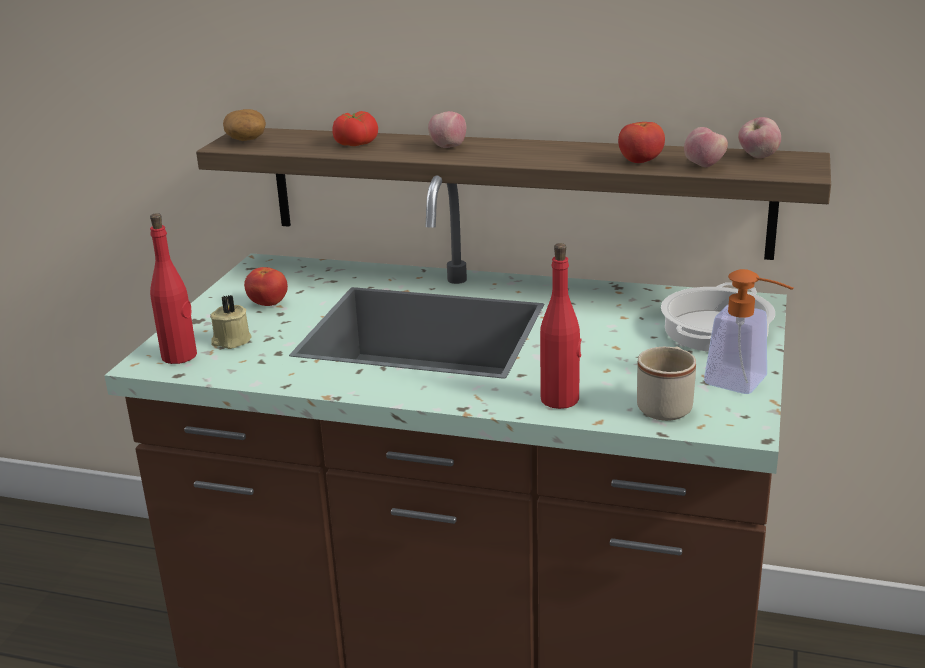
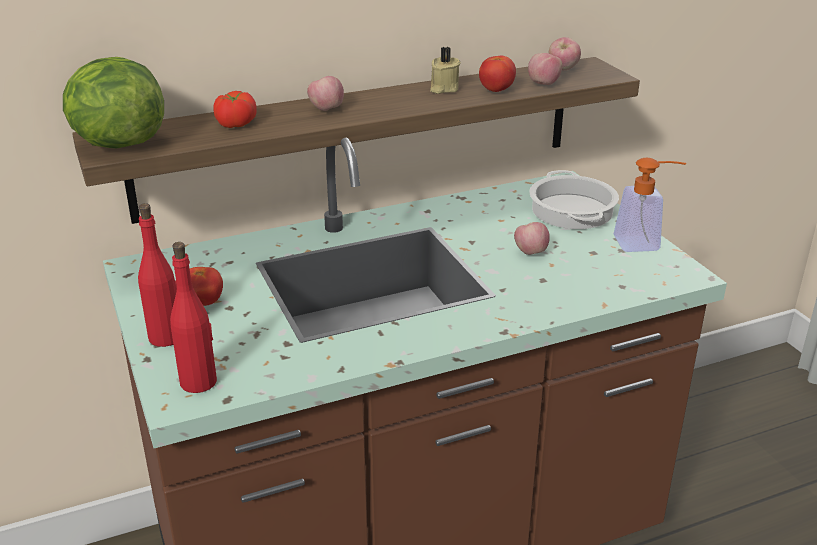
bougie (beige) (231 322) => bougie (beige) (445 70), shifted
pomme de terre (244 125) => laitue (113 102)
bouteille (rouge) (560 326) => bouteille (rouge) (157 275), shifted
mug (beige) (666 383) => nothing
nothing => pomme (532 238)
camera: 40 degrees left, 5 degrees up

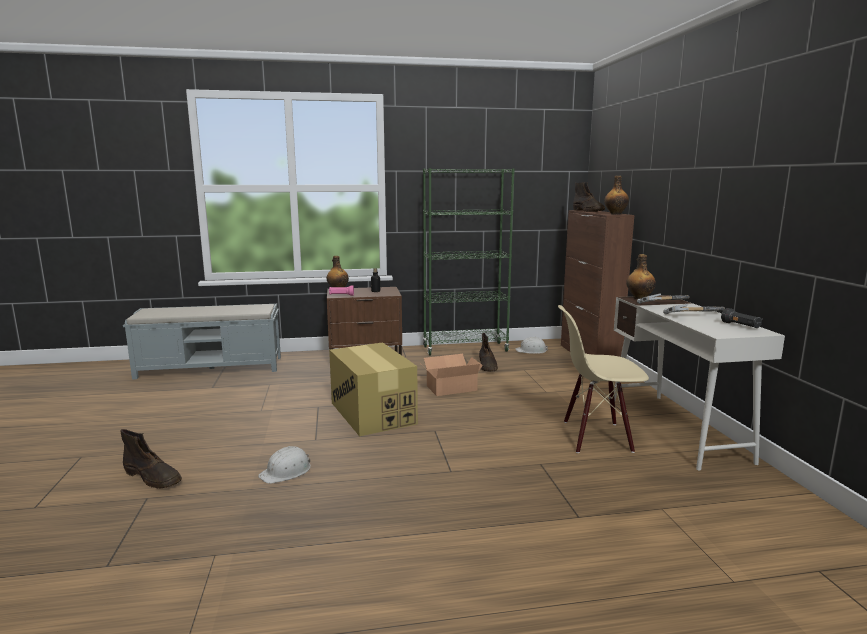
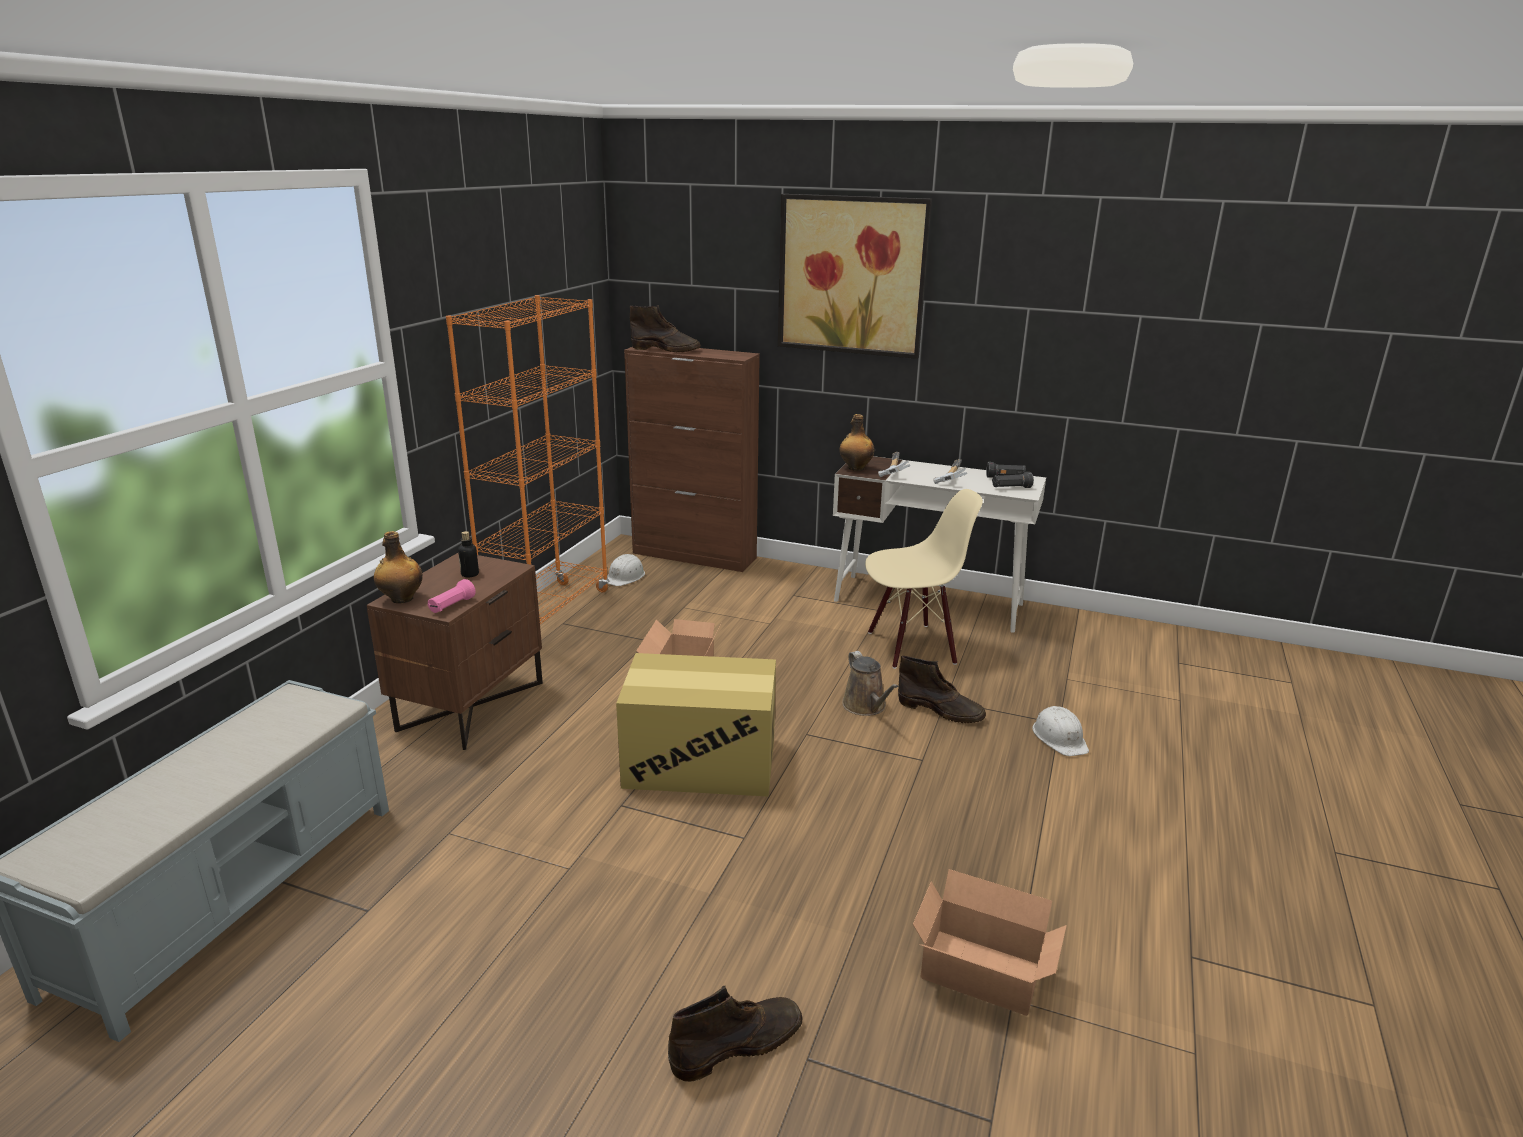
casque de chantier (blanc) (284 465) => casque de chantier (blanc) (1060 731), shifted
bibliothèque (vert) (469 262) => bibliothèque (orange) (527 459)
botte (marron) (488 352) => botte (marron) (942 689), shifted
chaise (beige) (603 379) => chaise (beige) (924 579), 135 degrees counterclockwise
bouteille (616 195) => nothing
nothing => tableau (855 276)
nothing => arrosoir (marron) (870 683)
nothing => carton (990 942)
nothing => lampe de poche (noir) (1013 480)
camera: 60 degrees left, 10 degrees up

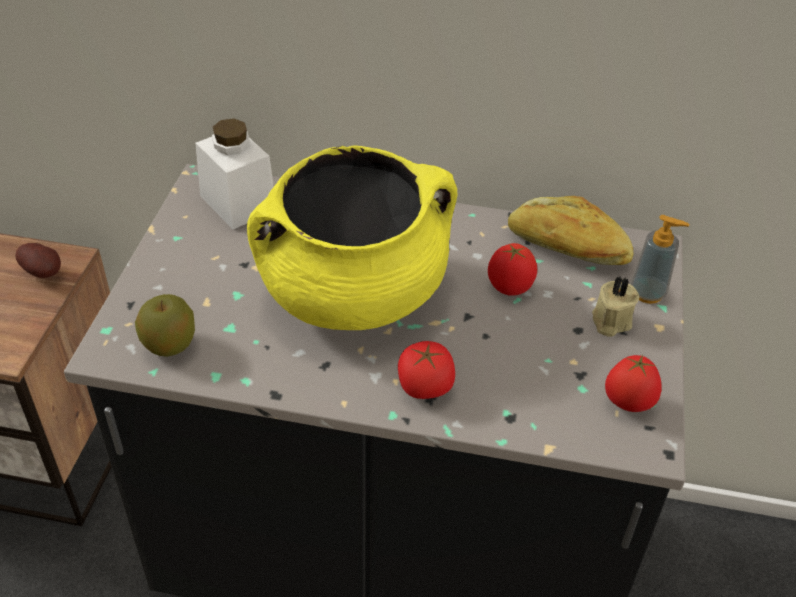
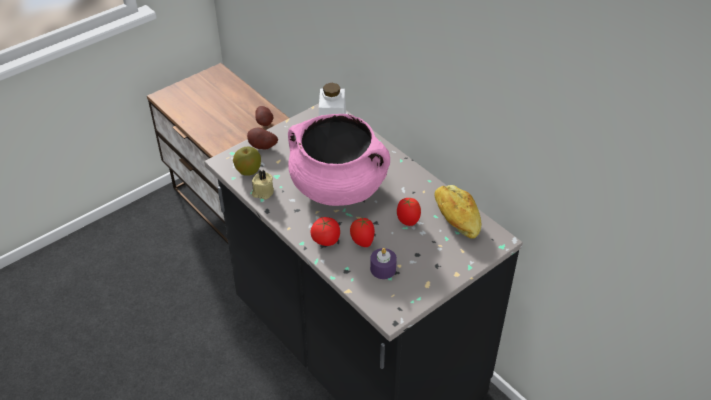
marmite (jaune) (352 237) => marmite (rose) (339 160)
bougie (beige) (615 306) => bougie (beige) (263 185), shifted
tomate (633 383) => tomate (362 232), shifted
distributeur de savon (660 259) => nothing
nothing => pomme de terre (262 138)
nothing => bougie (violet) (383 263)
camera: 40 degrees right, 0 degrees up

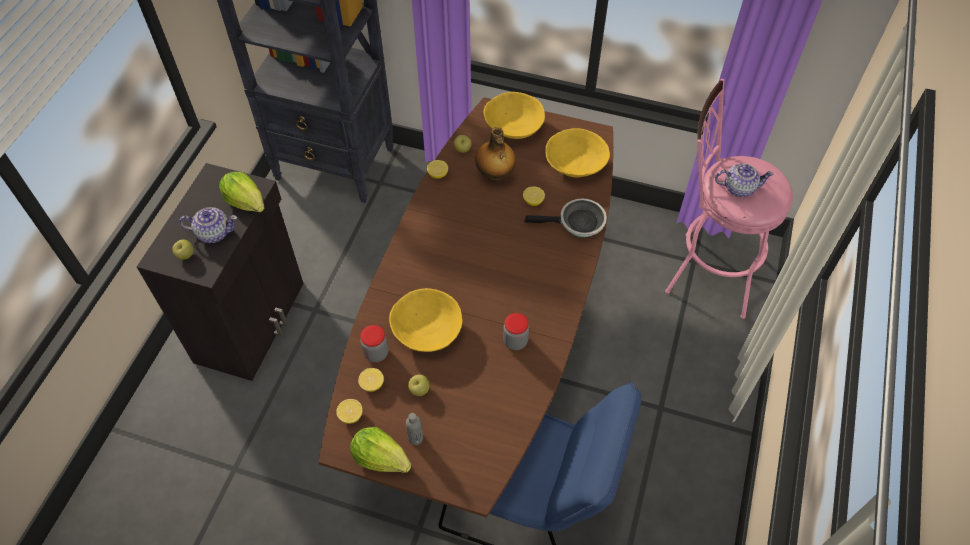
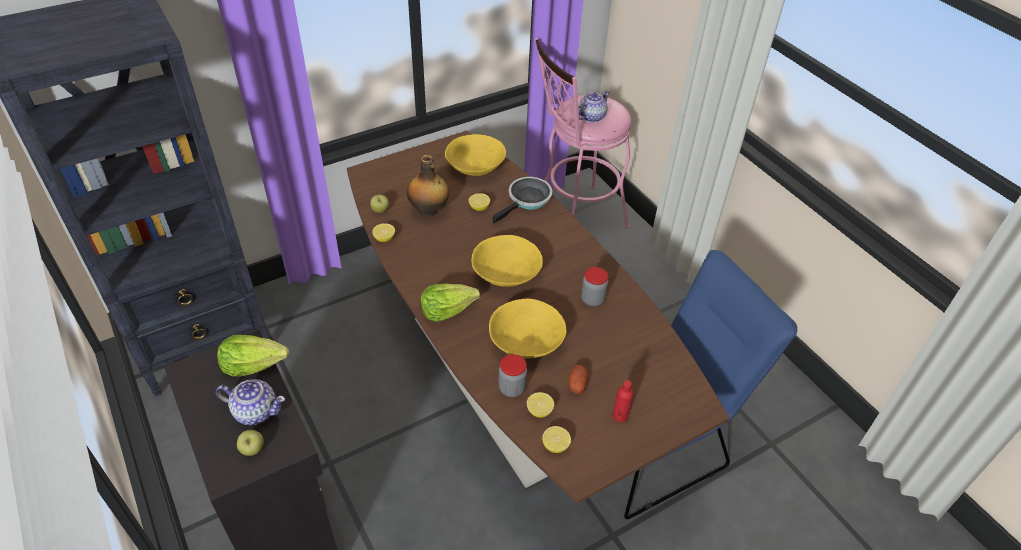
théière (208 225) => théière (250 402), 60 degrees clockwise
laitue (380 450) => laitue (450 303), shifted
bouteille (gris) (414 429) => bouteille (rouge) (623 401)
pomme (419 385) => pomme de terre (578 379)
bol (jaune) (514 115) => bol (jaune) (507 261), shifted
camera: 50 degrees left, 10 degrees down

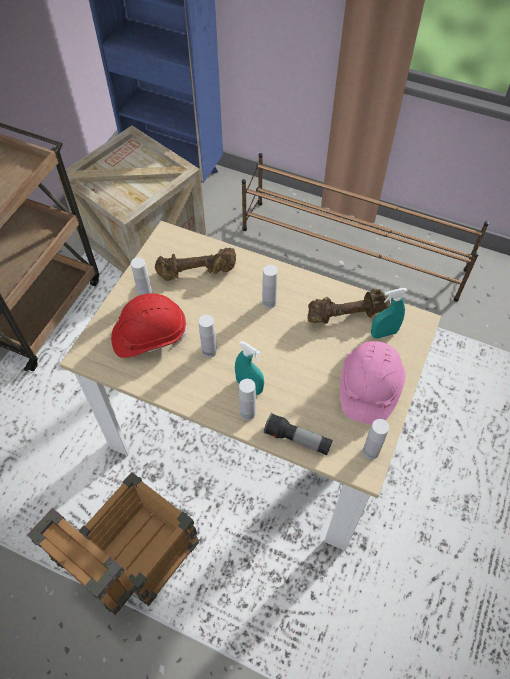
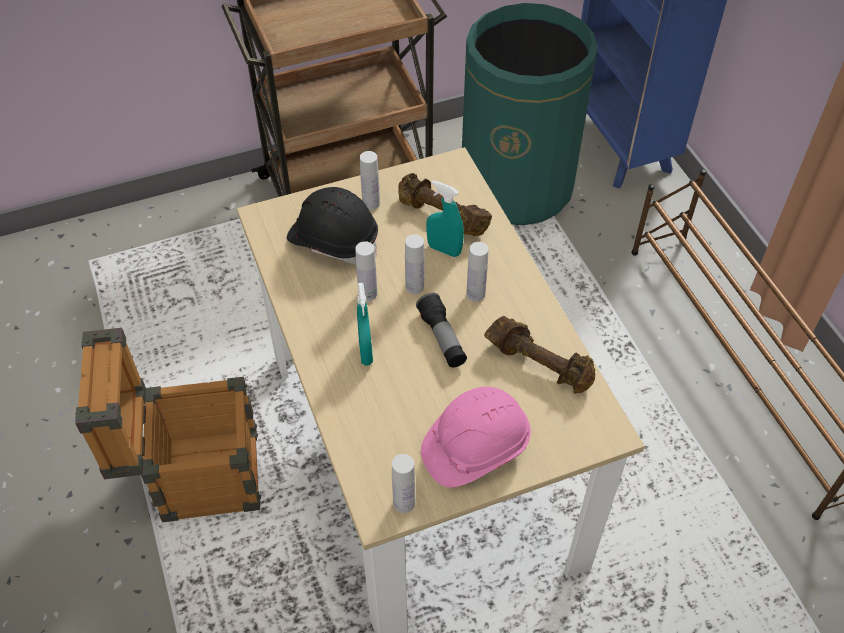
caisse (131 199) => poubelle (vert) (530 114)
casque de chantier (rouge) (149 325) => casque de chantier (noir) (332 225)
bouteille (blanc) (247 399) => bouteille (blanc) (414 264), shifted
lampe de poche (298 434) => lampe de poche (441 330), shifted
vaporisateur (turquoise) (389 313) => vaporisateur (turquoise) (445 218), shifted
camera: 45 degrees right, 5 degrees down

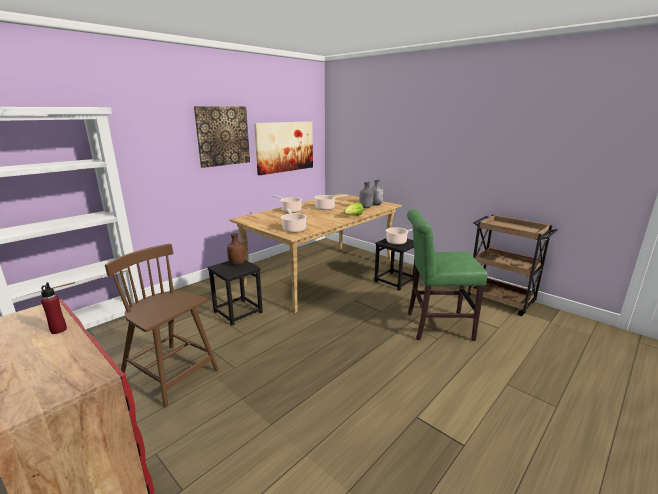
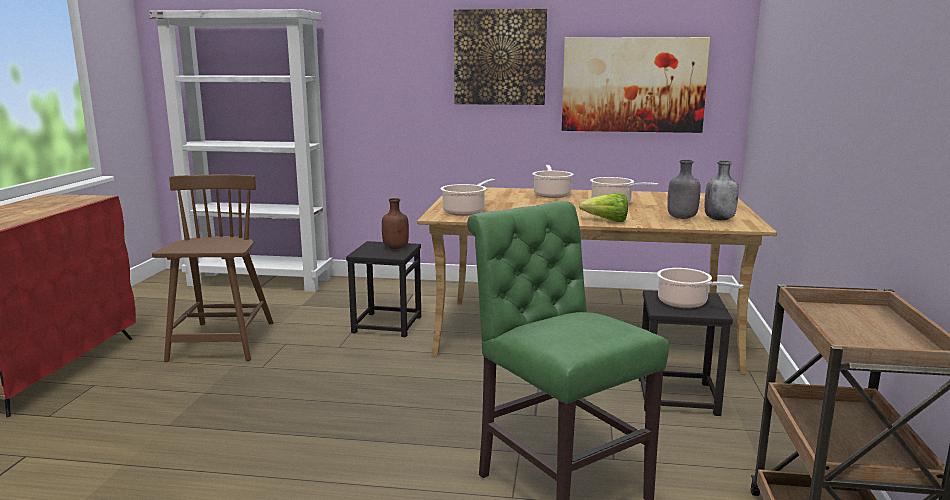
bouteille (rouge) (54 308) => nothing
camera: 55 degrees right, 5 degrees down

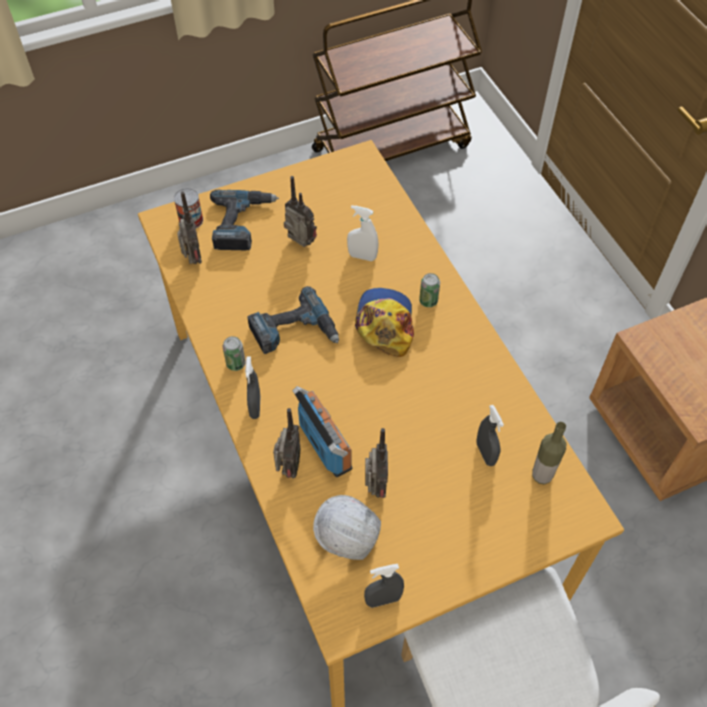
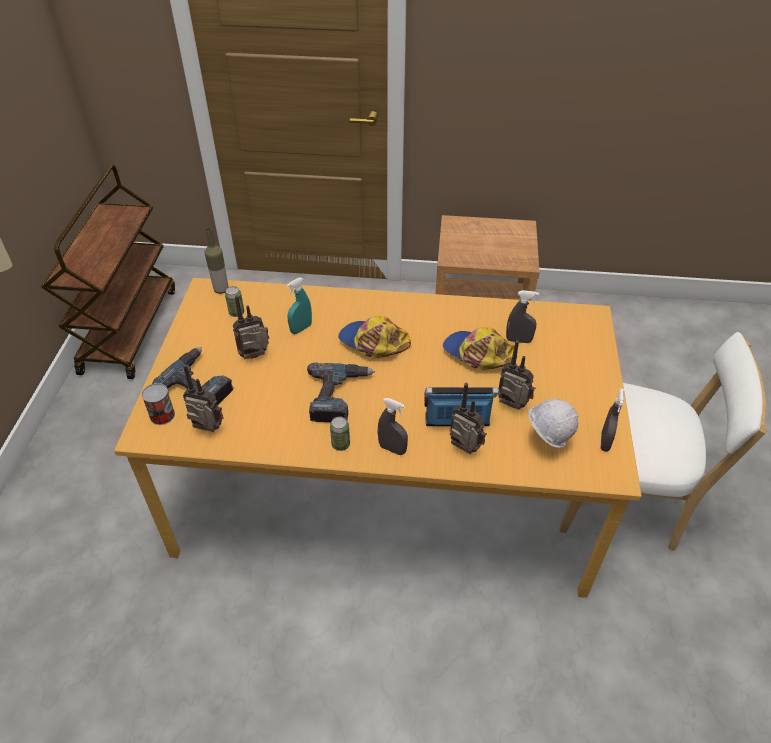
vaporisateur (blanc) (363 233) => vaporisateur (turquoise) (299 306)
boîte métallique (429 290) => boîte métallique (234 301), shifted
bouteille (549 453) => bouteille (216 261), shifted
nothing => casquette (480 348)
camera: 60 degrees left, 10 degrees down

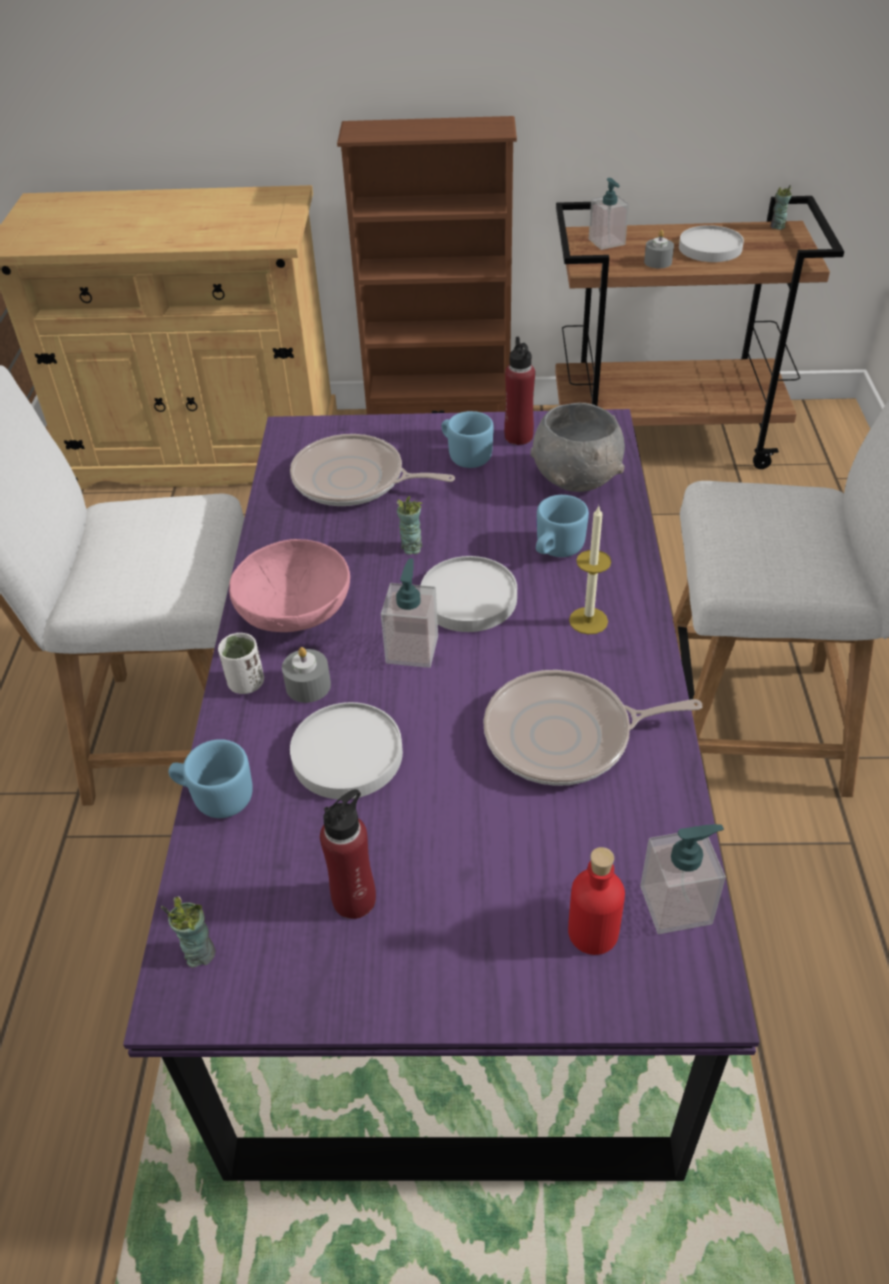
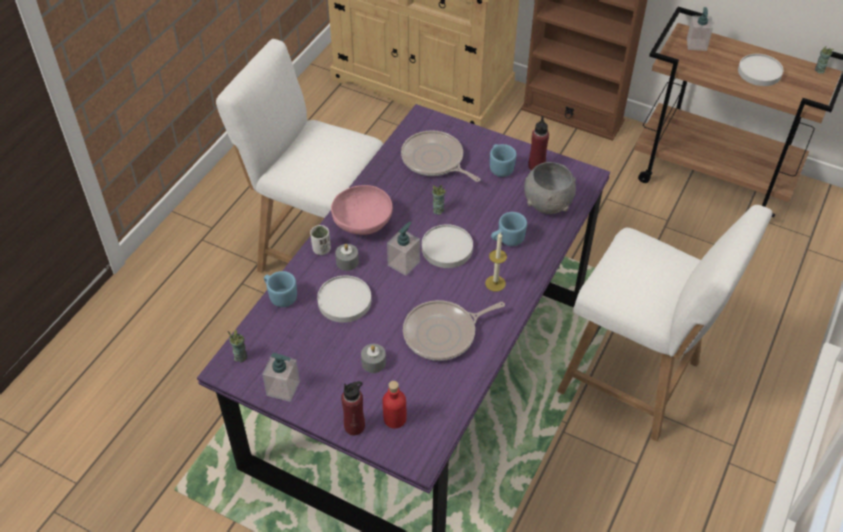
bouteille (rouge) (348 854) => bouteille (rouge) (353 408), shifted
poêle (592 728) => poêle (454 330), 45 degrees counterclockwise
distributeur de savon (683 879) => distributeur de savon (281 377), shifted
bougie (gris) (659 249) => bougie (gris) (373 358), shifted
camera: 25 degrees right, 5 degrees up

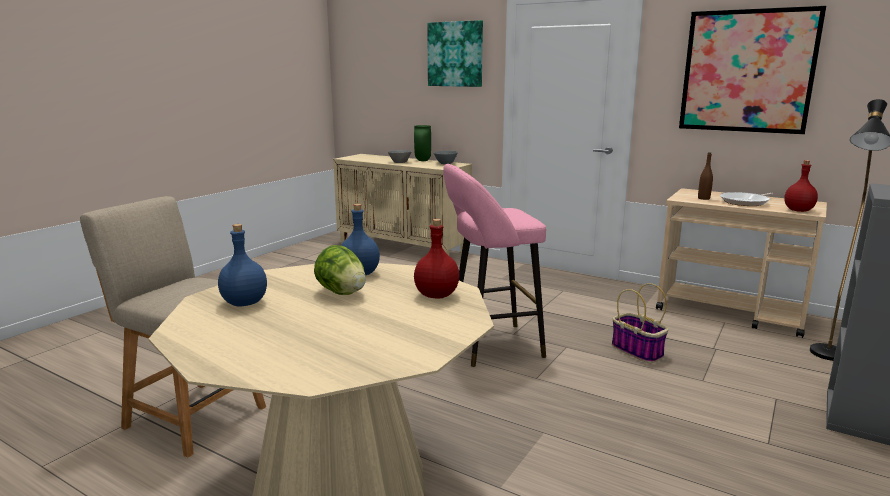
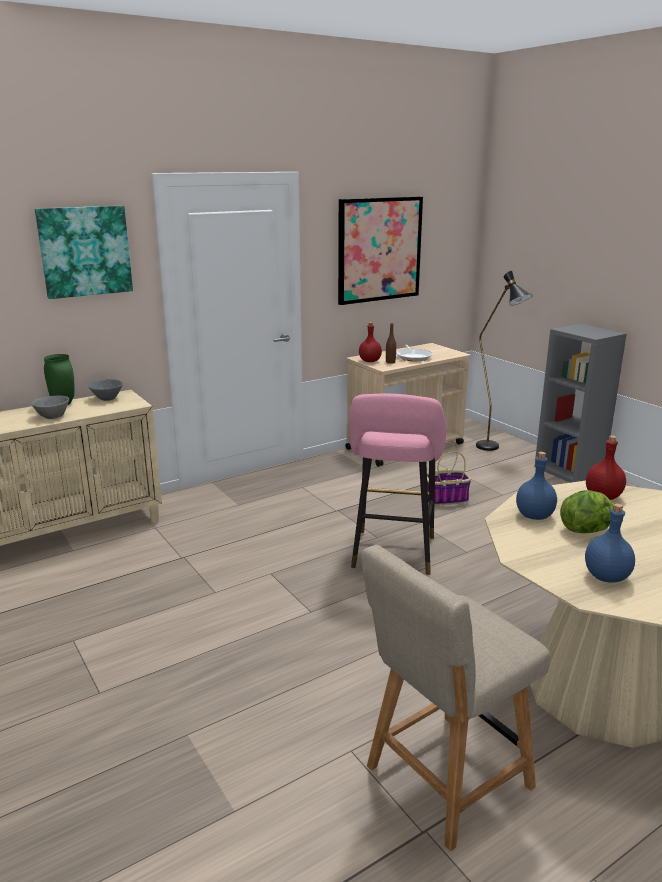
bouteille (rouge) (801 186) => bouteille (rouge) (370 342), shifted
camera: 65 degrees left, 5 degrees up

